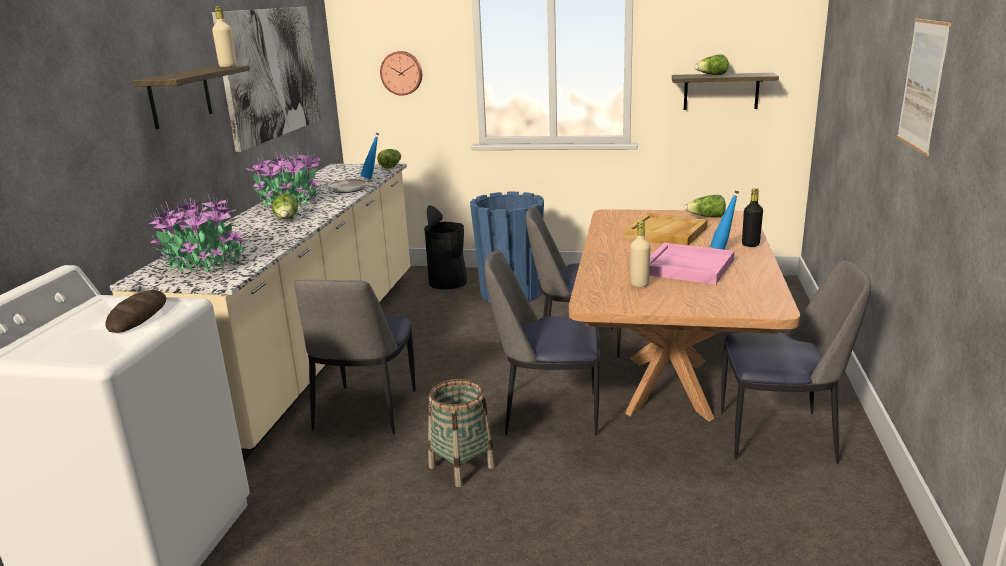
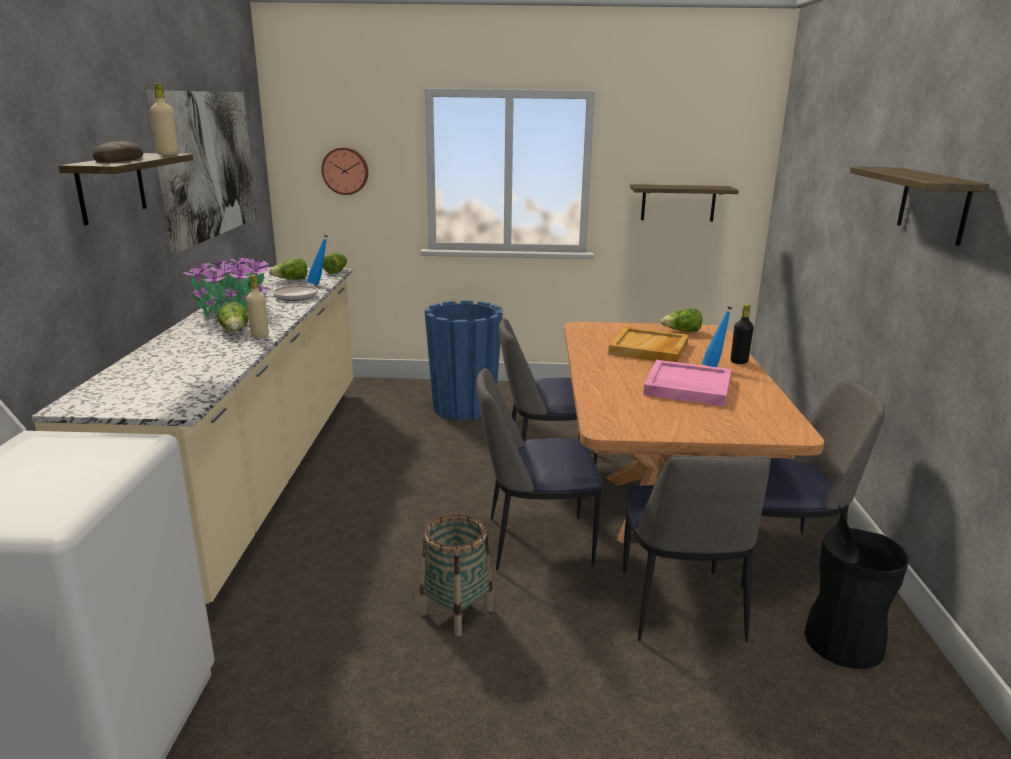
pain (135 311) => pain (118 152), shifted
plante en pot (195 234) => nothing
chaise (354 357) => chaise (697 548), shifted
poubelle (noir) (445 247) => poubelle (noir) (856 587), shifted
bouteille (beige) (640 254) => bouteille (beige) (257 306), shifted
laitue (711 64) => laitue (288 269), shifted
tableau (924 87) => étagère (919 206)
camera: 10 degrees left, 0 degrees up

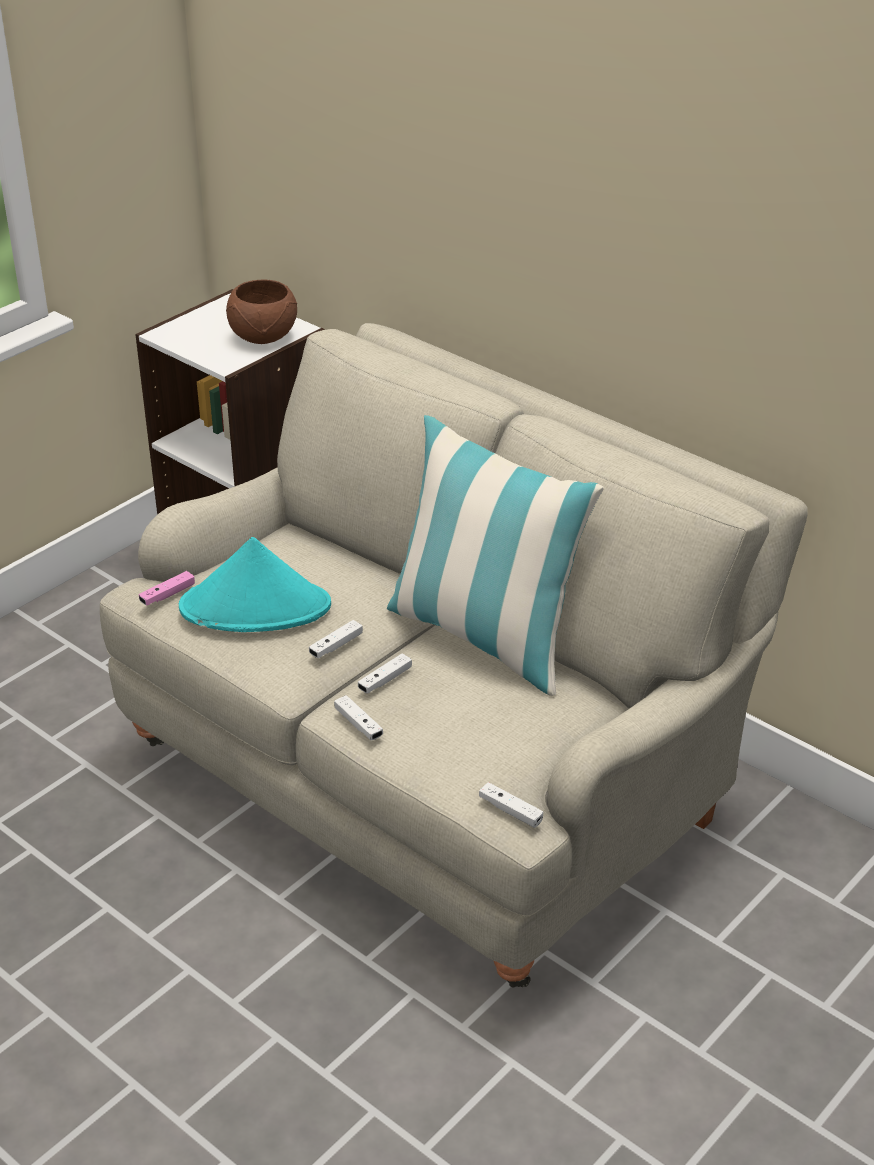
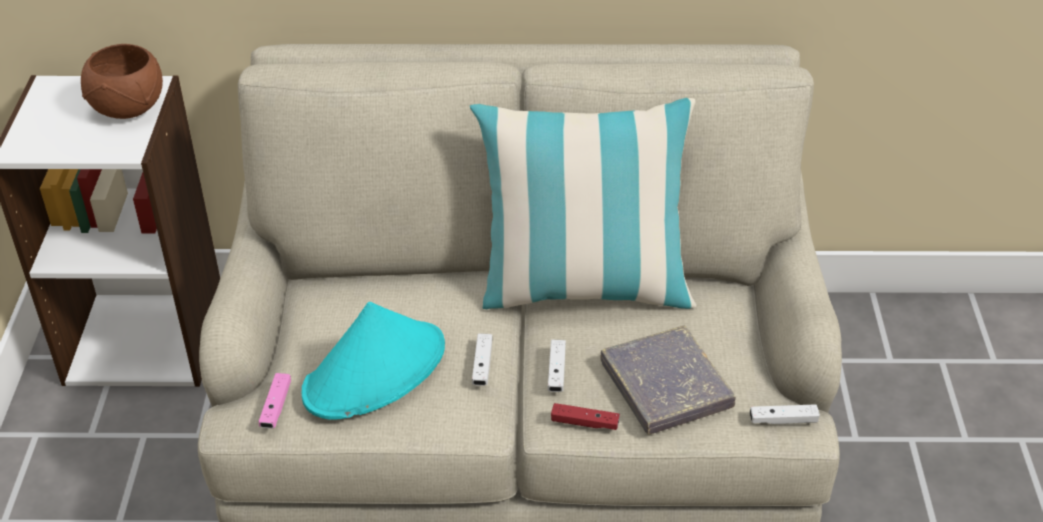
manette (blanc) (358 717) => manette (rouge) (585 416)
nothing => livre (gris) (668 380)
camera: 40 degrees left, 5 degrees up

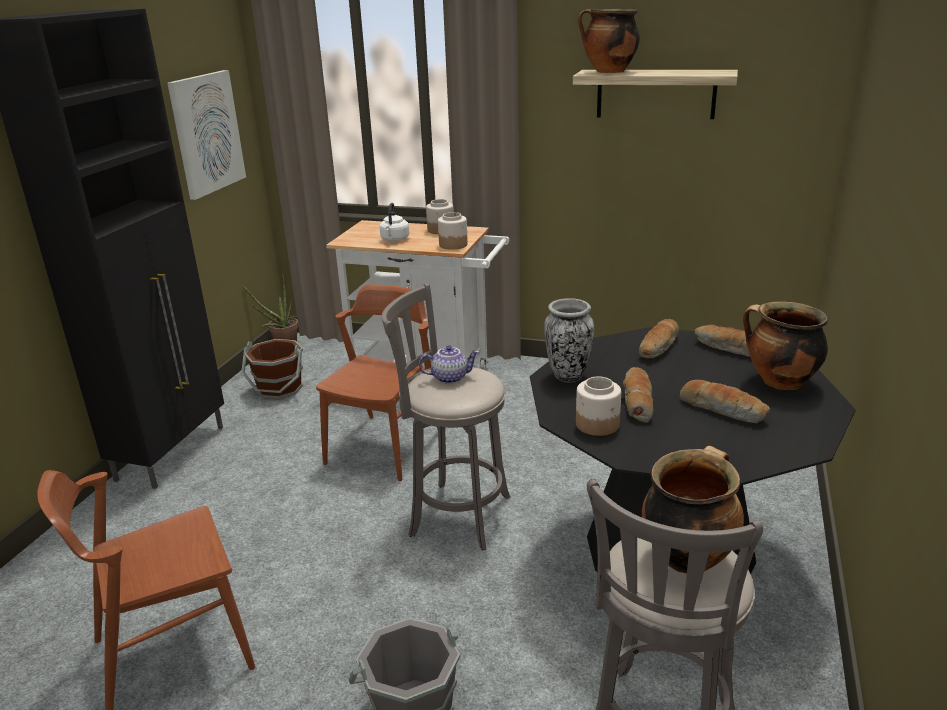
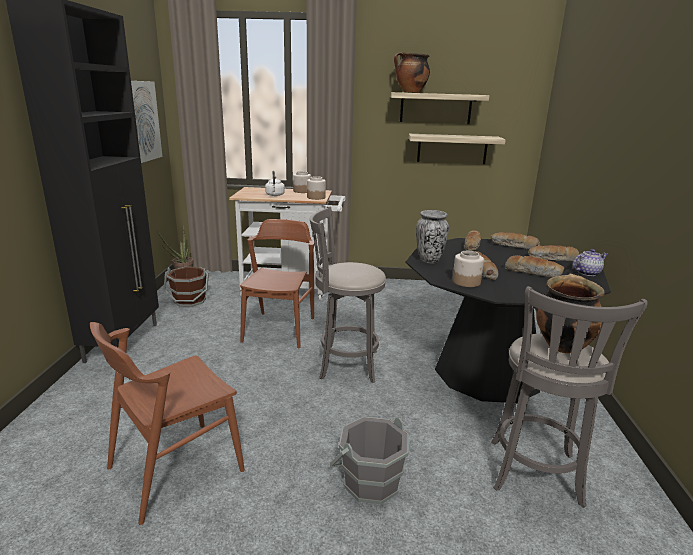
théière (449 364) => théière (590 262), shifted
marmite (785 346) => pain (553 253)
nothing => étagère (457 149)
camera: 15 degrees left, 5 degrees down

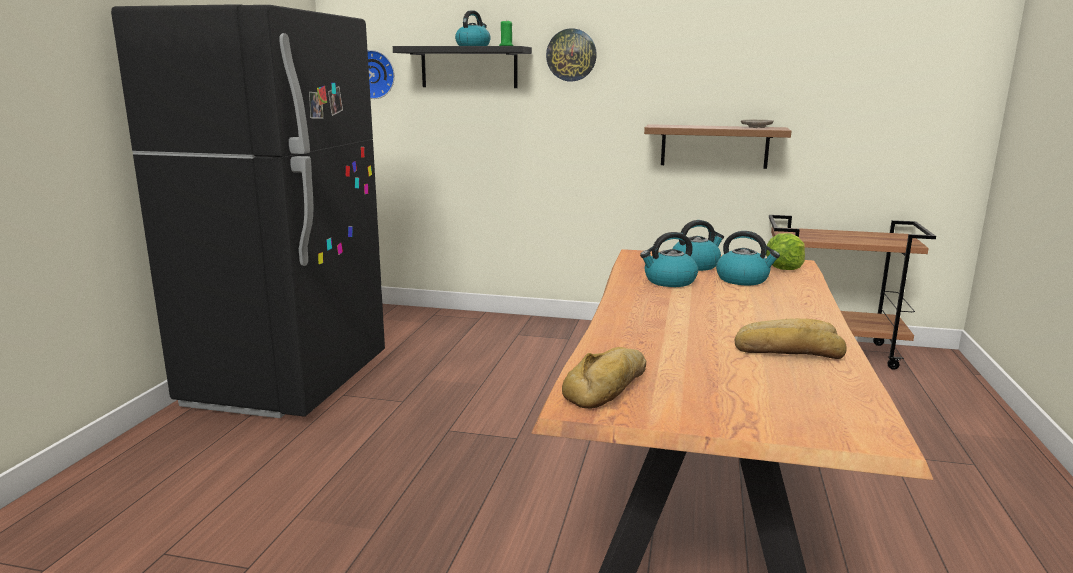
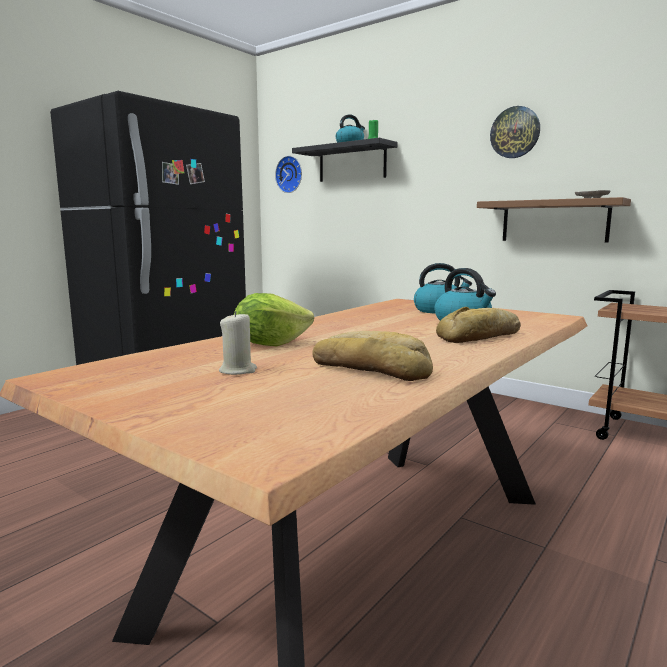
horloge murale (571 54) => horloge murale (515 132), shifted
pain (604 378) => pain (478 325), shifted
bouilloire (669 259) => nothing
laitue (785 251) => laitue (274 319), shifted
nothing => bougie (beige) (238 343)
camera: 25 degrees right, 5 degrees down

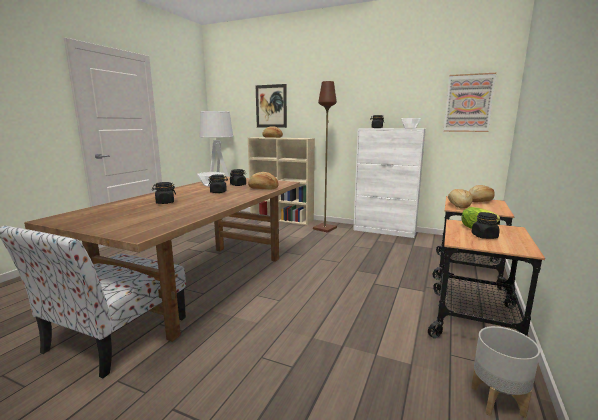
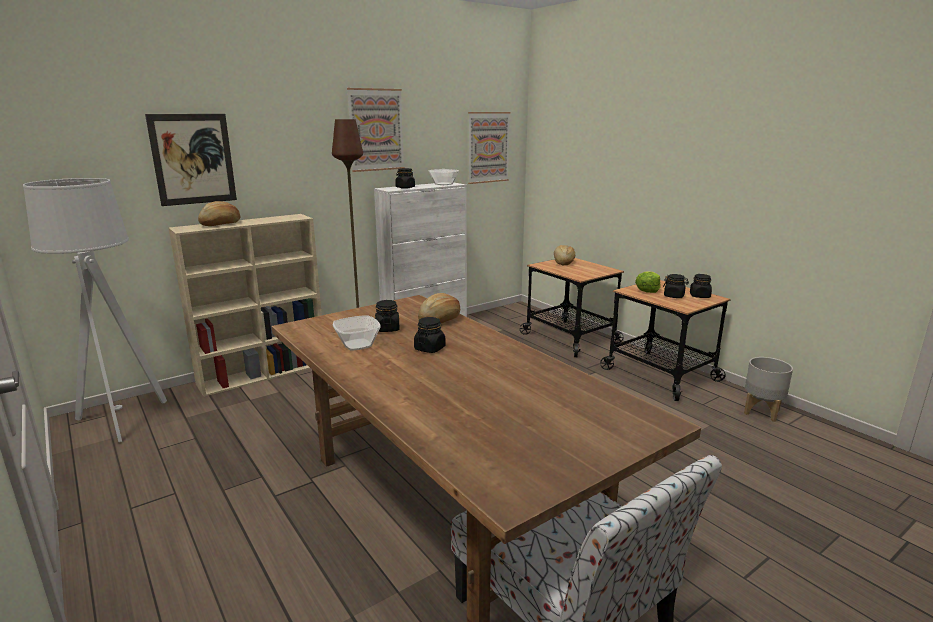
bocal (noir) (164 193) => bocal (noir) (701 286), shifted
pain (460 199) => nothing
nothing => tableau (375 130)
camera: 60 degrees left, 5 degrees up

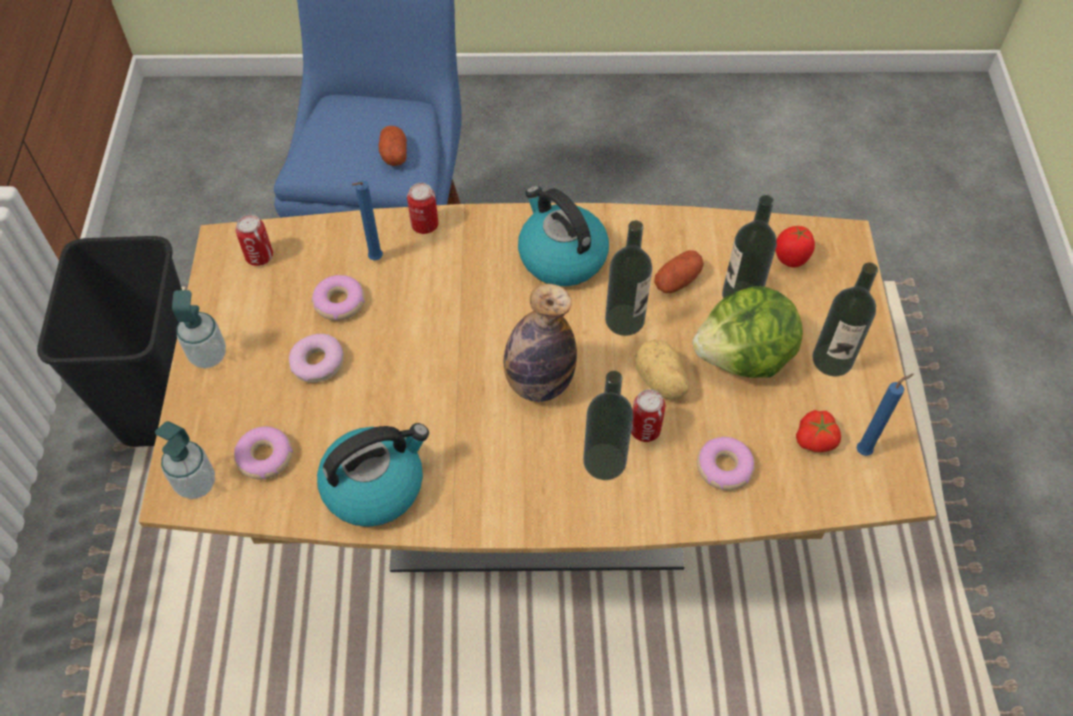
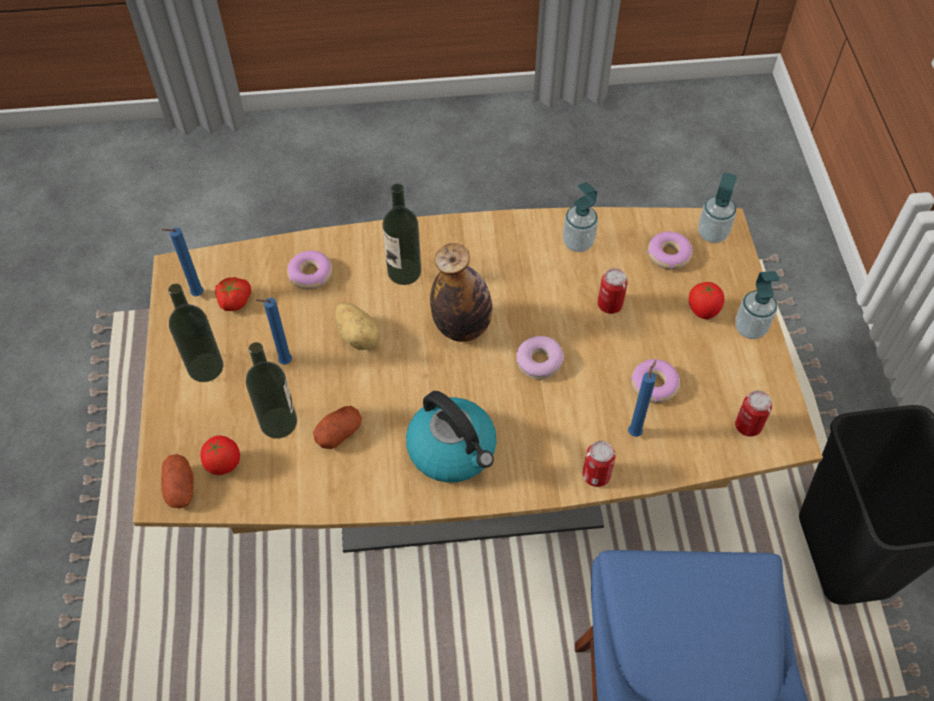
beignet (316 358) => beignet (540 357), shifted
bouilloire (373 475) => distributeur de savon (580 217)
pomme de terre (392 146) => pomme de terre (177 481), shifted
bouteille (628 278) => nothing
boîte métallique (648 415) => boîte métallique (613 291), shifted
laitue (748 332) => bougie (bleu) (274 331)
nothing => tomate (706 300)
camera: 175 degrees right, 0 degrees up

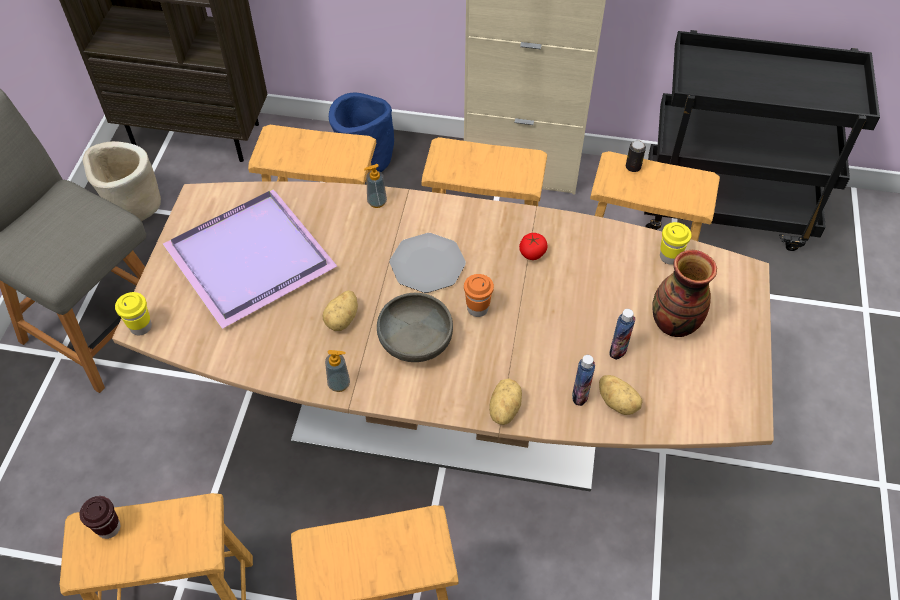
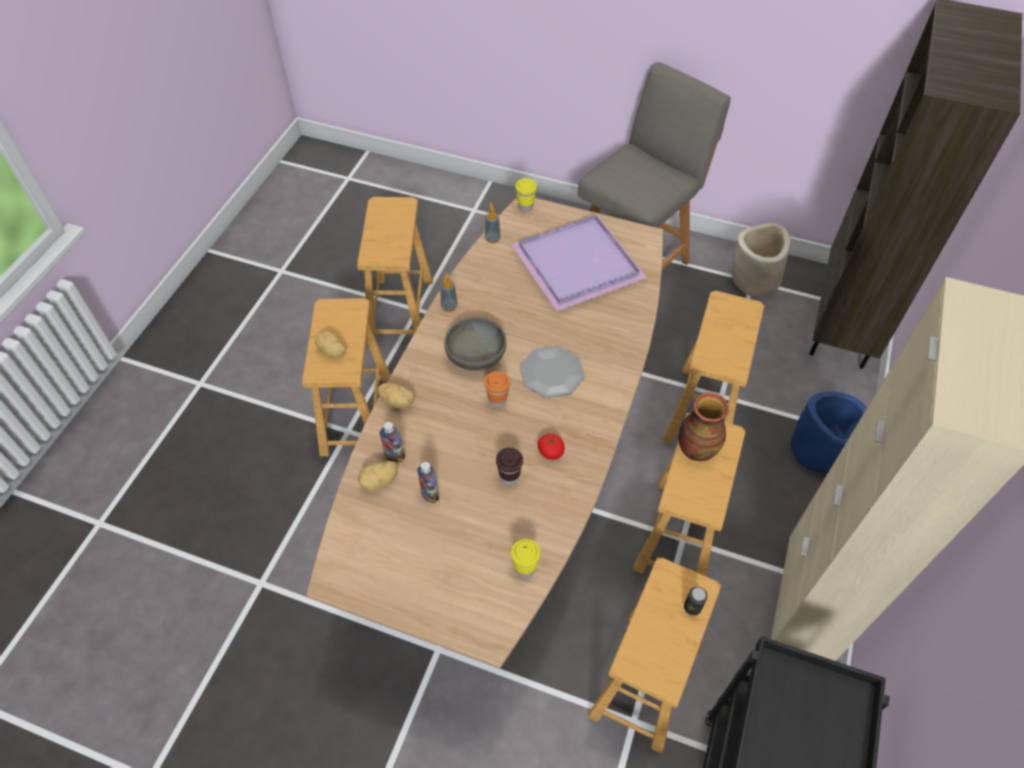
tasse (marron) (99 517) => tasse (marron) (509 466), shifted
pomme de terre (340 310) => pomme de terre (330 344), shifted
distributeur de savon (375 186) => distributeur de savon (493 223), shifted
vase (684 293) => vase (703 426), shifted
camera: 100 degrees right, 0 degrees up

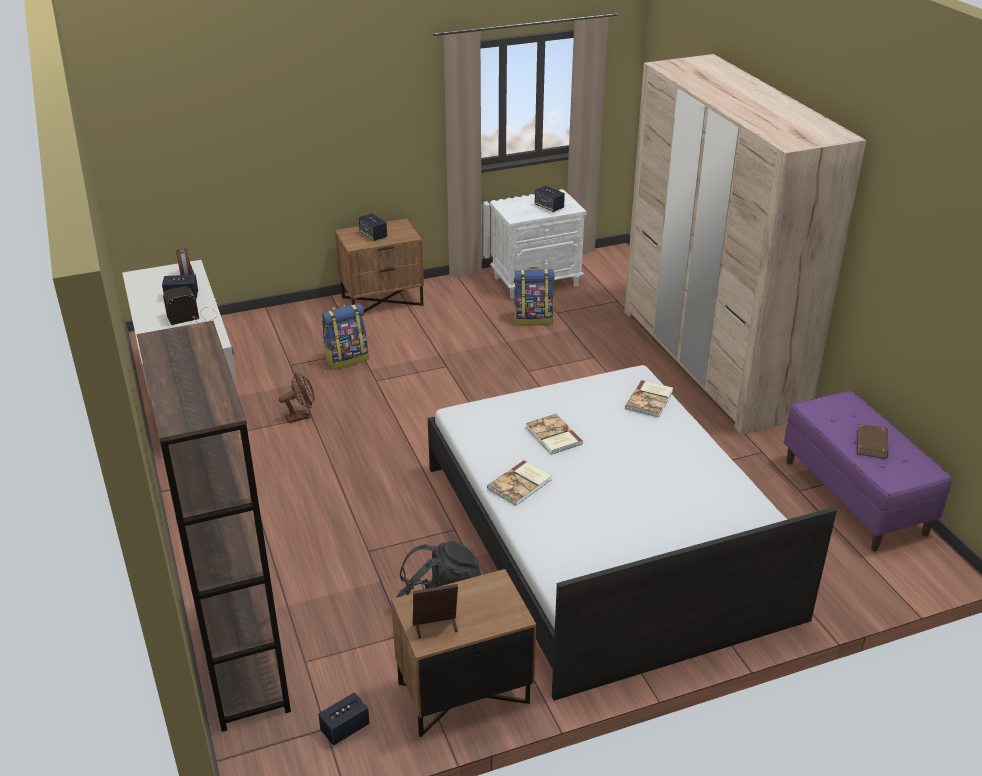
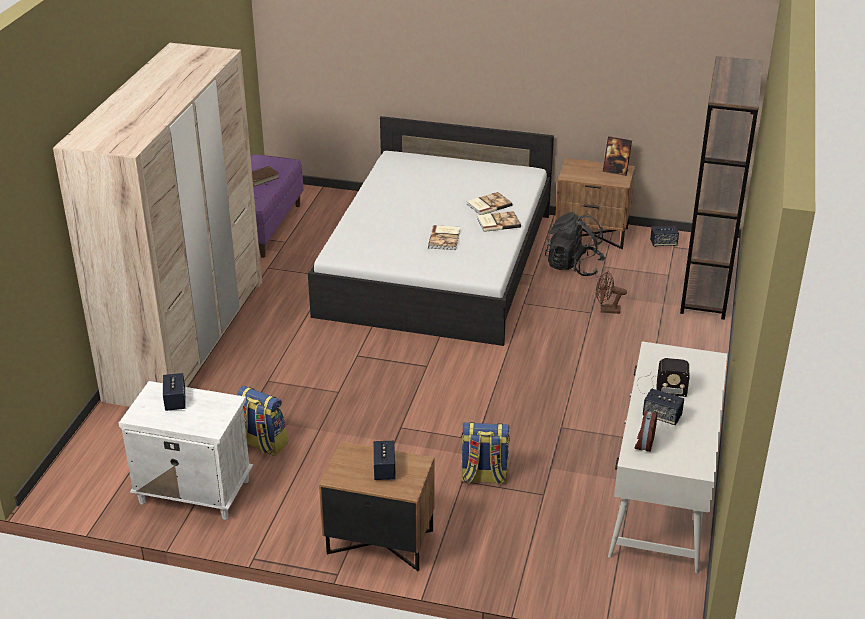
ventilateur (marron) (297 398) => ventilateur (marron) (611 292), shifted
livre (649 398) => livre (489 203), shifted
camera: 145 degrees left, 0 degrees up

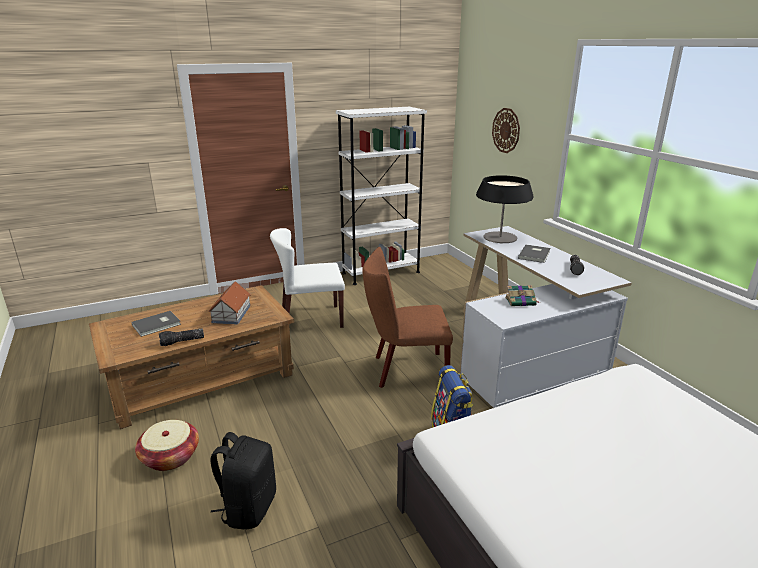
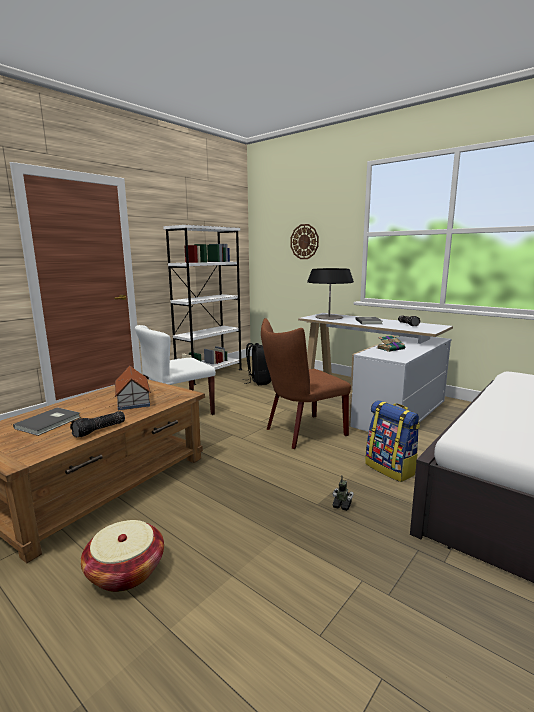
sac à dos (noir) (243 480) => sac à dos (noir) (257 364), shifted
nothing => robot jouet (342 493)
camera: 25 degrees left, 10 degrees down

